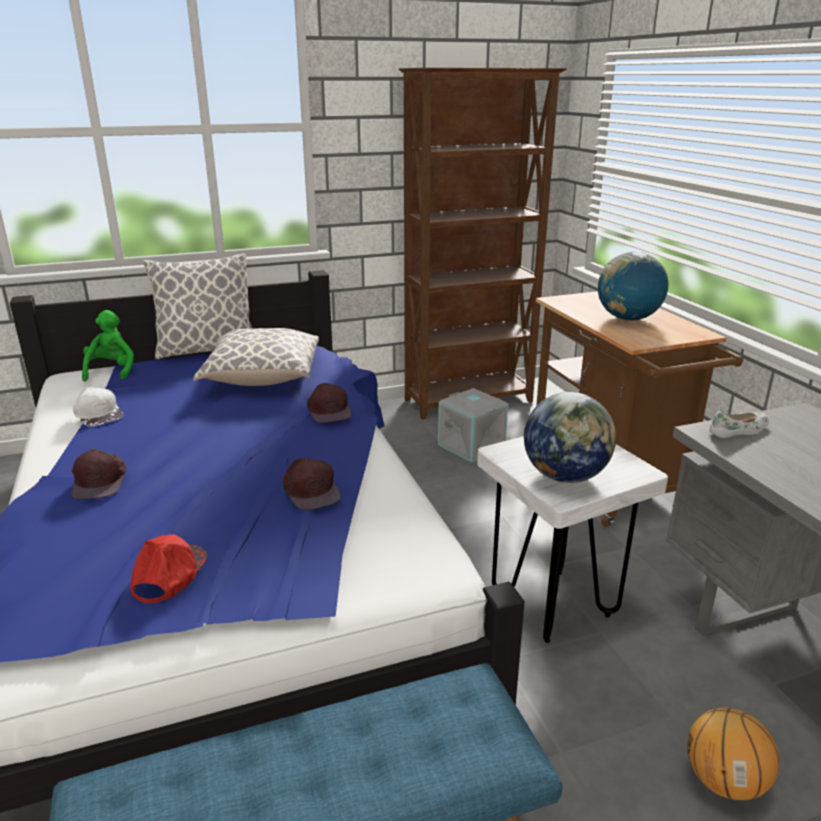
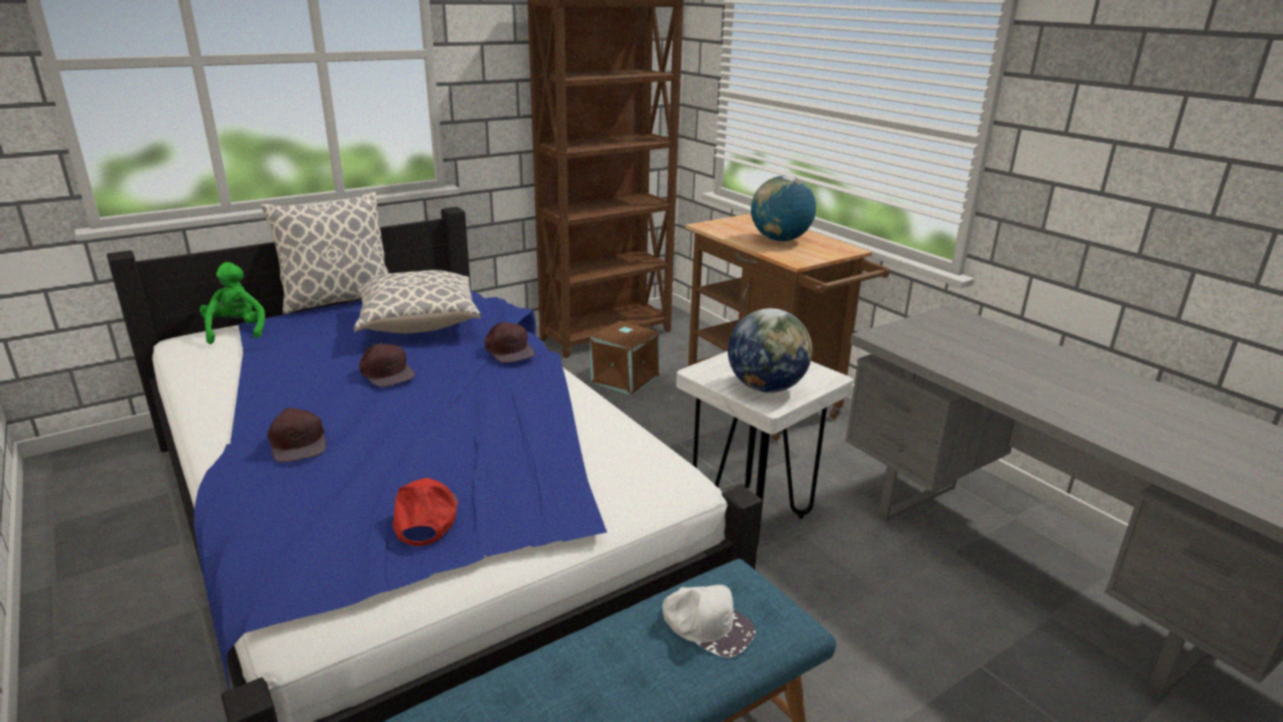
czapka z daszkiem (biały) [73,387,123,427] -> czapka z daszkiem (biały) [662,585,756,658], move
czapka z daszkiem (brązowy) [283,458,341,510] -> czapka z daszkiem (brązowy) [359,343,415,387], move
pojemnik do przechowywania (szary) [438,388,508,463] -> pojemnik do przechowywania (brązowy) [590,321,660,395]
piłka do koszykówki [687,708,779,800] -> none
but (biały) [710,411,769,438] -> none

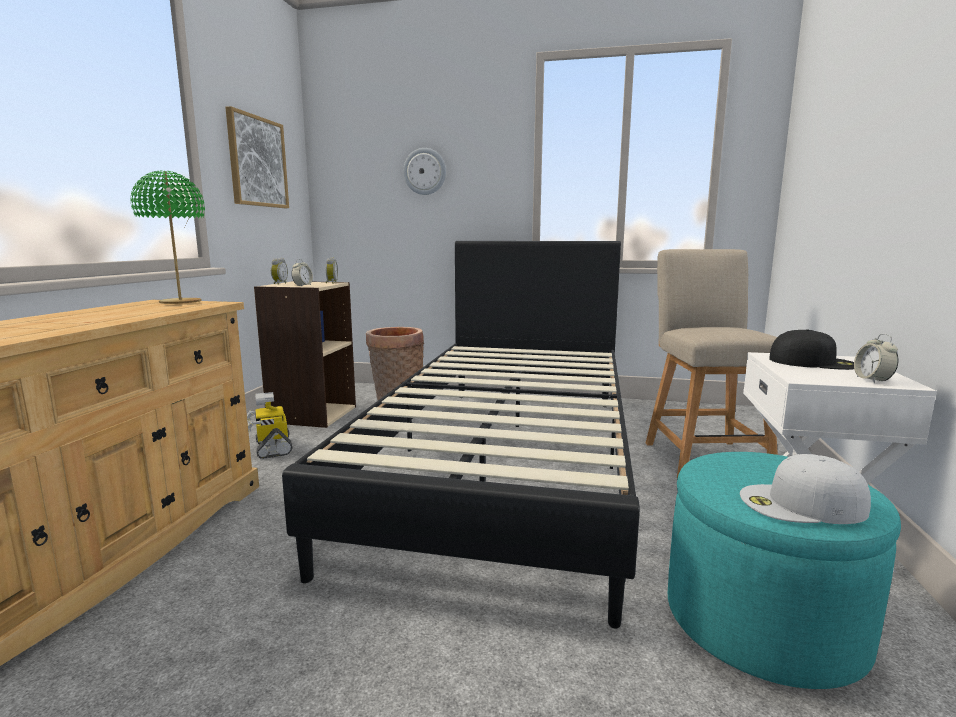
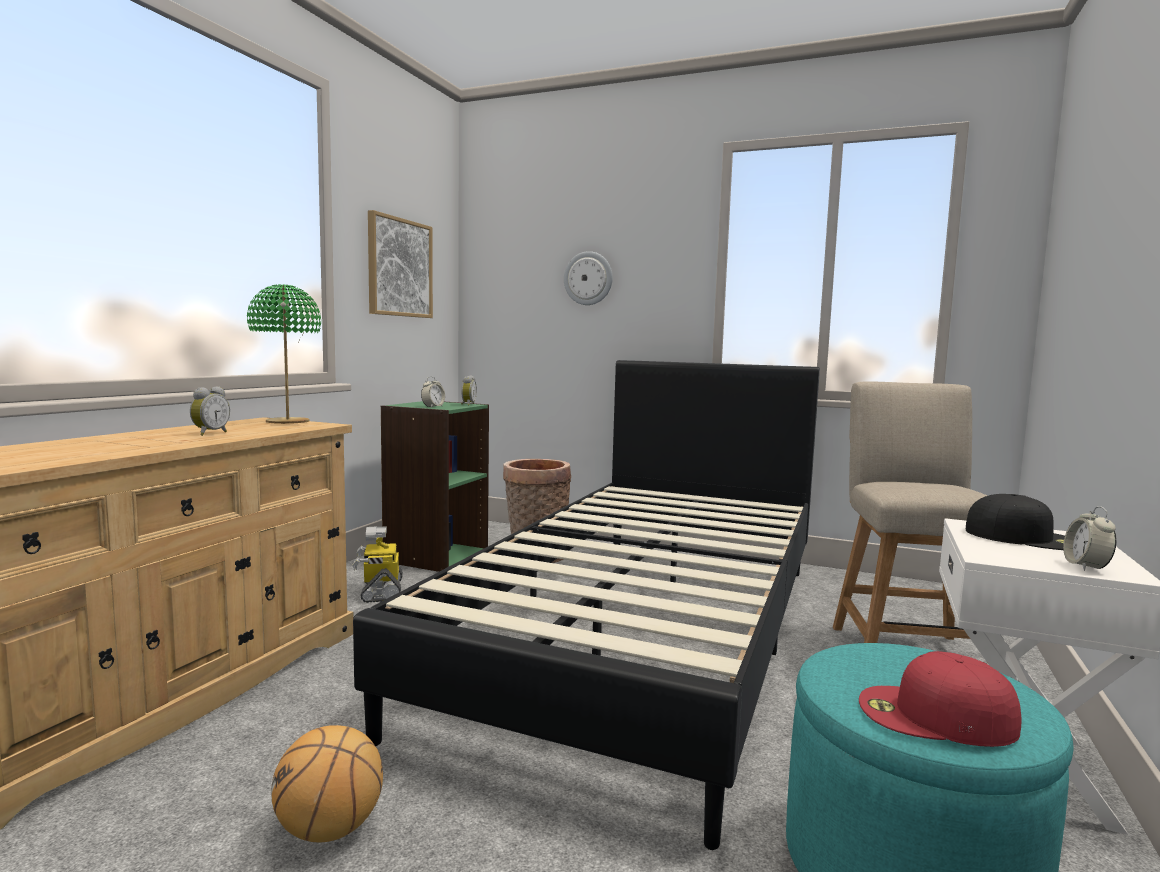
regał (beżowy) [254,281,356,428] -> regał (zielony) [381,401,489,572]
budzik [271,258,288,285] -> budzik [190,386,230,436], move
czapka z daszkiem (biały) [740,454,871,524] -> czapka z daszkiem (czerwony) [859,651,1022,747]
none -> piłka do koszykówki [271,725,383,843]

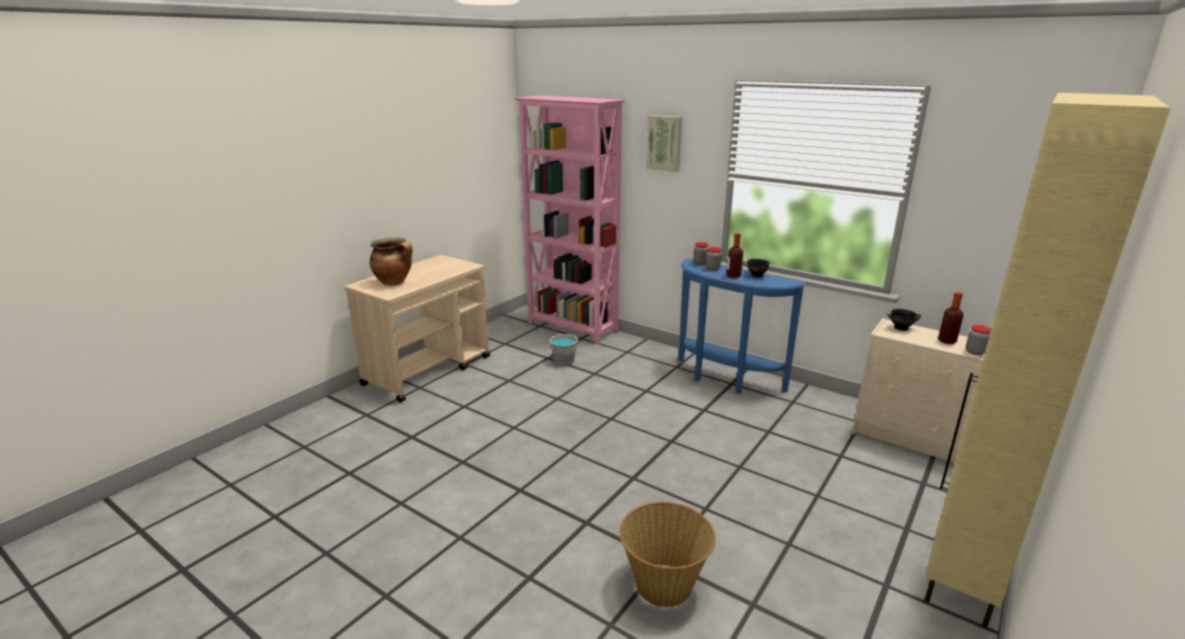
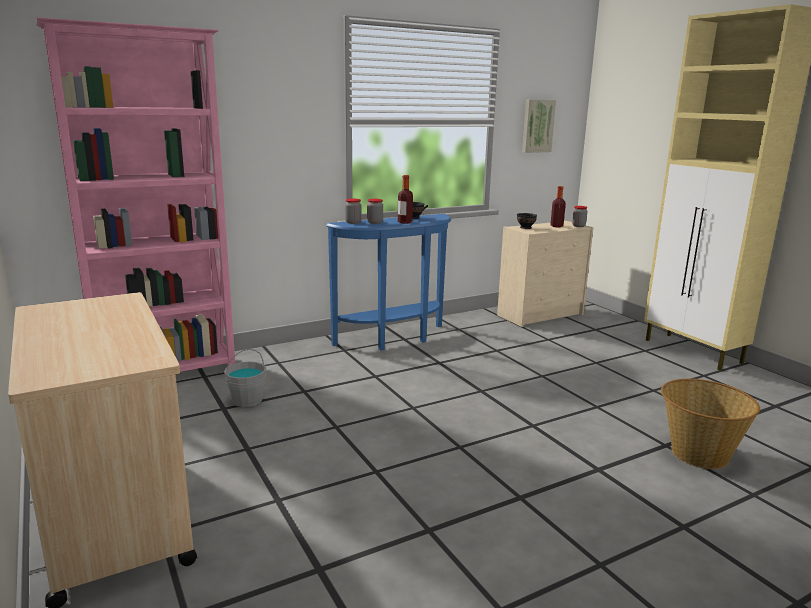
garnek [370,238,412,286] -> none
obraz [646,115,682,172] -> obraz [522,100,556,153], move

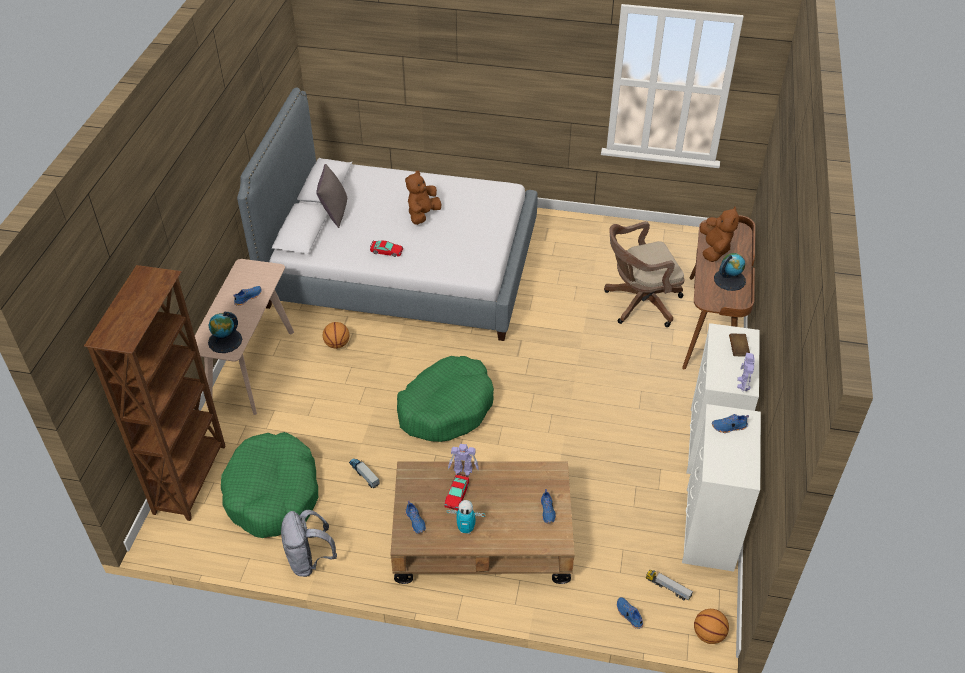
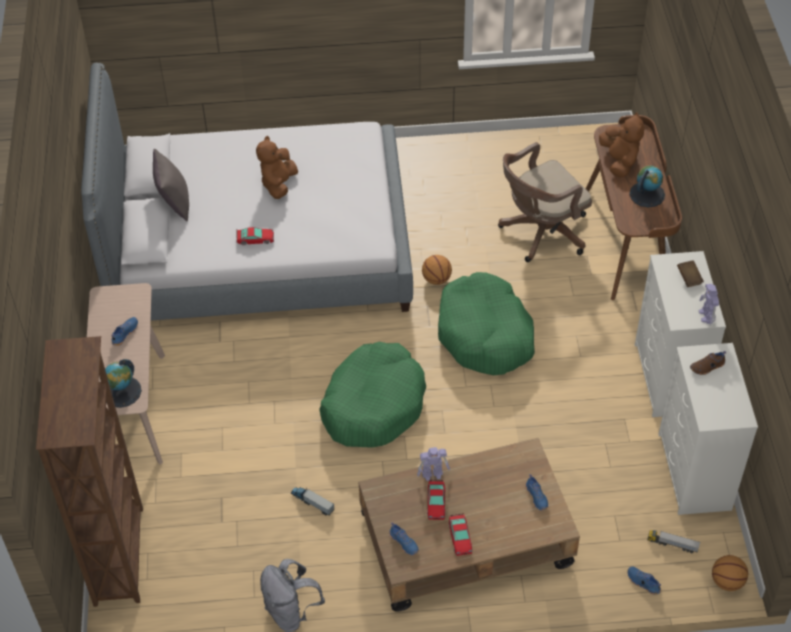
legowisko (zielony) [221,432,318,538] -> legowisko (zielony) [438,272,535,375], move
piłka do koszykówki [323,322,350,349] -> piłka do koszykówki [422,255,452,285], move
robot zabawkowy [447,500,485,534] -> samochodzik [449,513,472,556]
but (niebieski) [712,414,749,433] -> but (brązowy) [690,351,726,375]

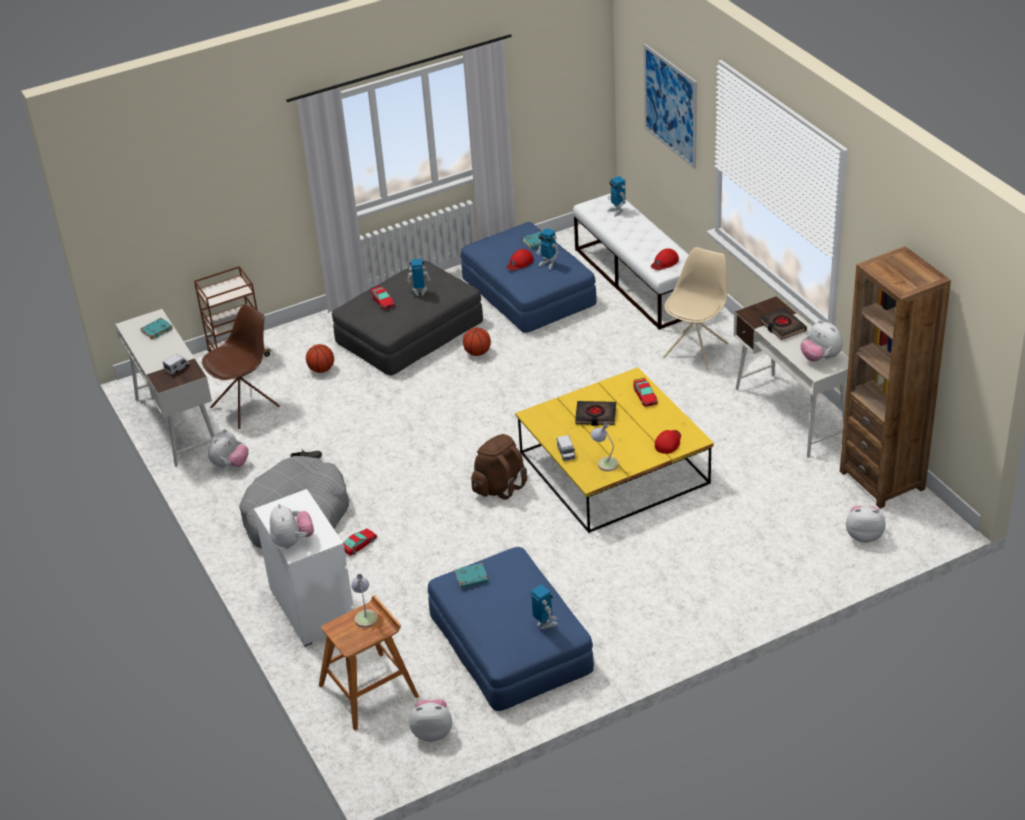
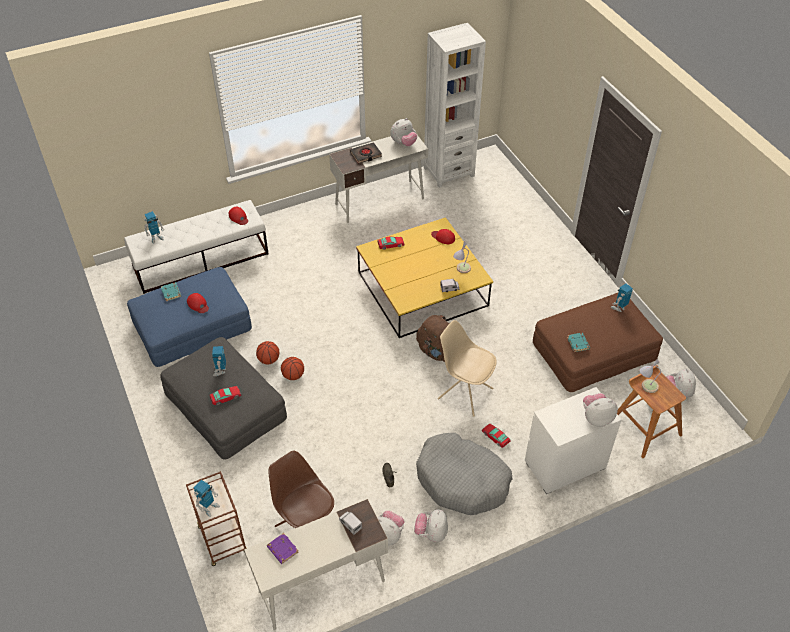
książka (turkusowy) [140,318,173,339] -> książka (fioletowy) [267,533,298,564]
piłka do koszykówki [306,344,334,373] -> piłka do koszykówki [281,357,304,380], move
pufa (niebieski) [428,547,594,711] -> pufa (brązowy) [533,292,663,392]
robot zabawkowy [536,228,559,270] -> robot zabawkowy [194,480,220,517], move
książka (czarny) [575,401,616,426] -> none
obraz [644,44,697,169] -> none
krzesło (beżowy) [663,247,728,370] -> krzesło (beżowy) [438,320,497,417], move
regał (brązowy) [840,246,951,509] -> regał (biały) [424,23,486,188]
pluszak [846,506,886,543] -> pluszak [414,509,448,542], move

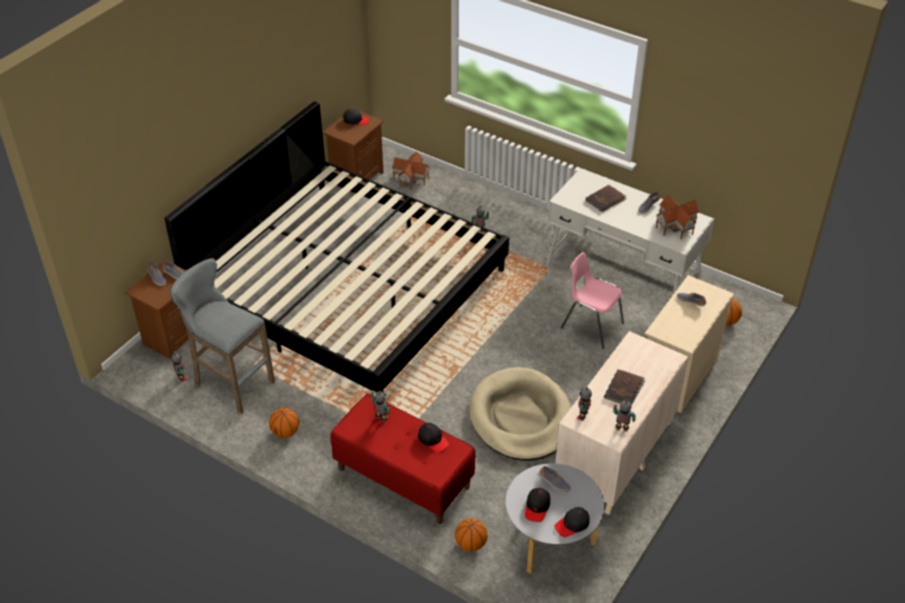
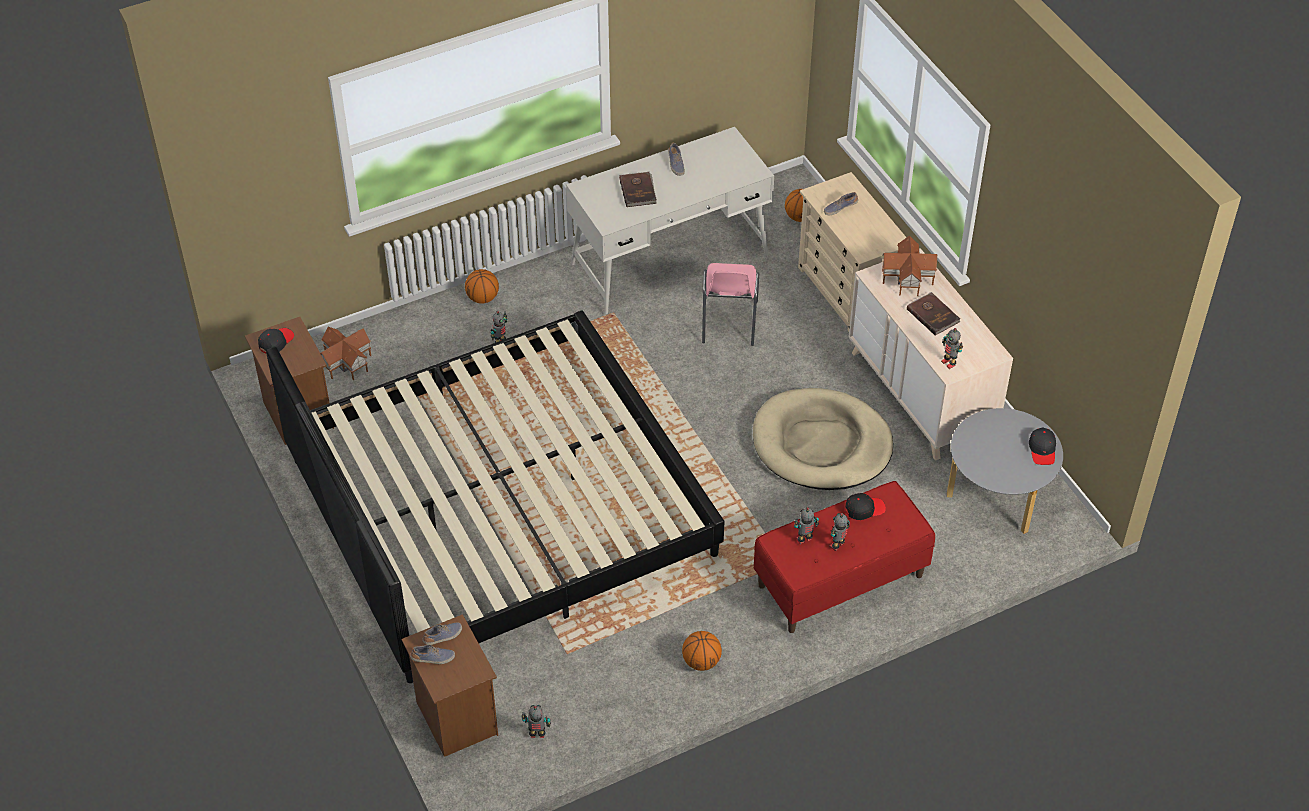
stołek (szary) [170,258,275,414] -> none
piłka do koszykówki [455,518,487,552] -> piłka do koszykówki [465,269,499,304], move
czapka z daszkiem (czarny) [525,488,550,522] -> none
but [539,466,571,492] -> none
krzesło (różowy) [561,252,624,349] -> krzesło (różowy) [702,263,759,346], 60 degrees counterclockwise
robot zabawkowy [613,399,636,432] -> robot zabawkowy [829,513,850,551], move
domek [656,195,699,239] -> domek [882,235,937,296], move

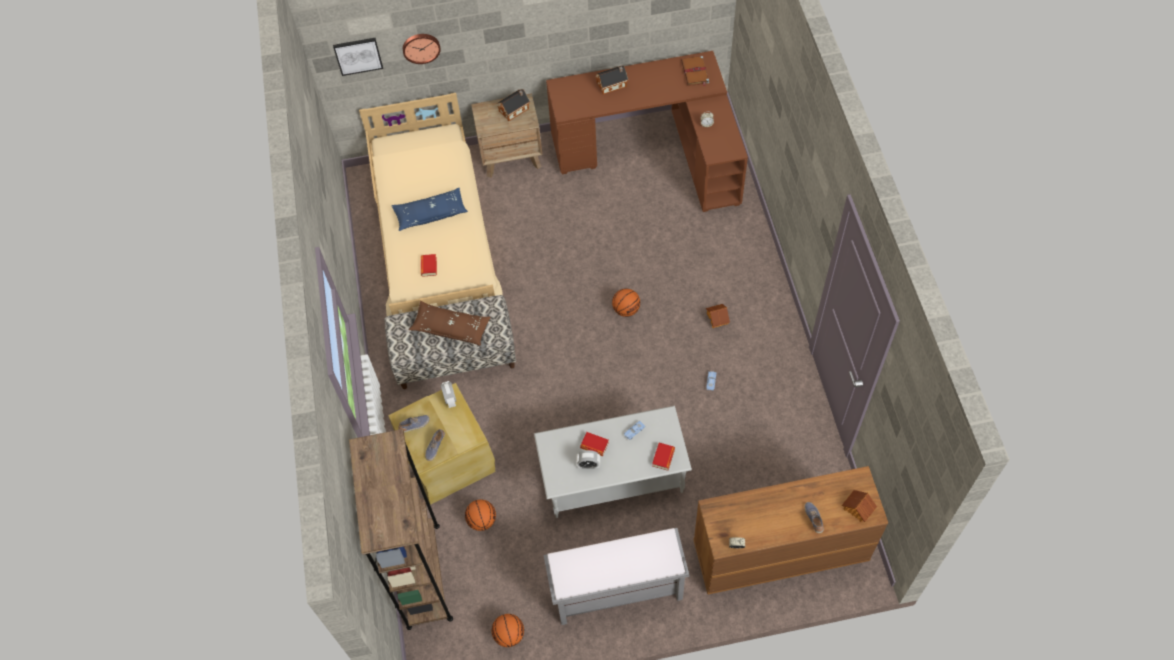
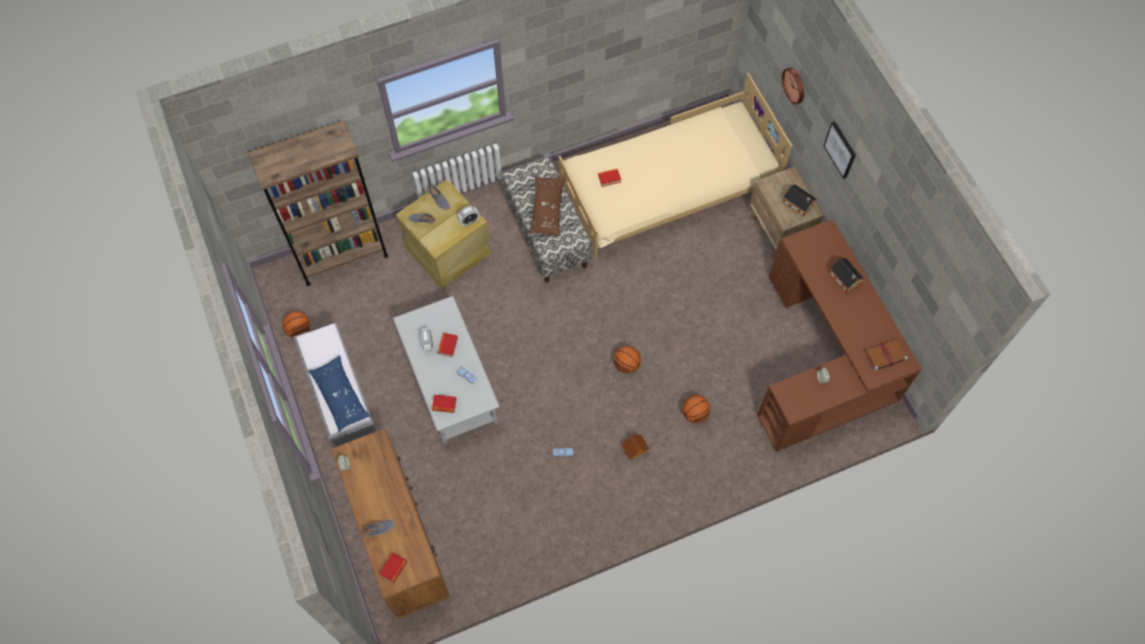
obraz [333,38,383,76] -> obraz [823,121,856,179], move
poduszka (niebieski) [391,188,468,231] -> poduszka (niebieski) [308,356,370,432], move
piłka do koszykówki [465,499,496,531] -> piłka do koszykówki [682,395,710,423], move
domek [842,490,877,522] -> książka [379,552,407,583]

